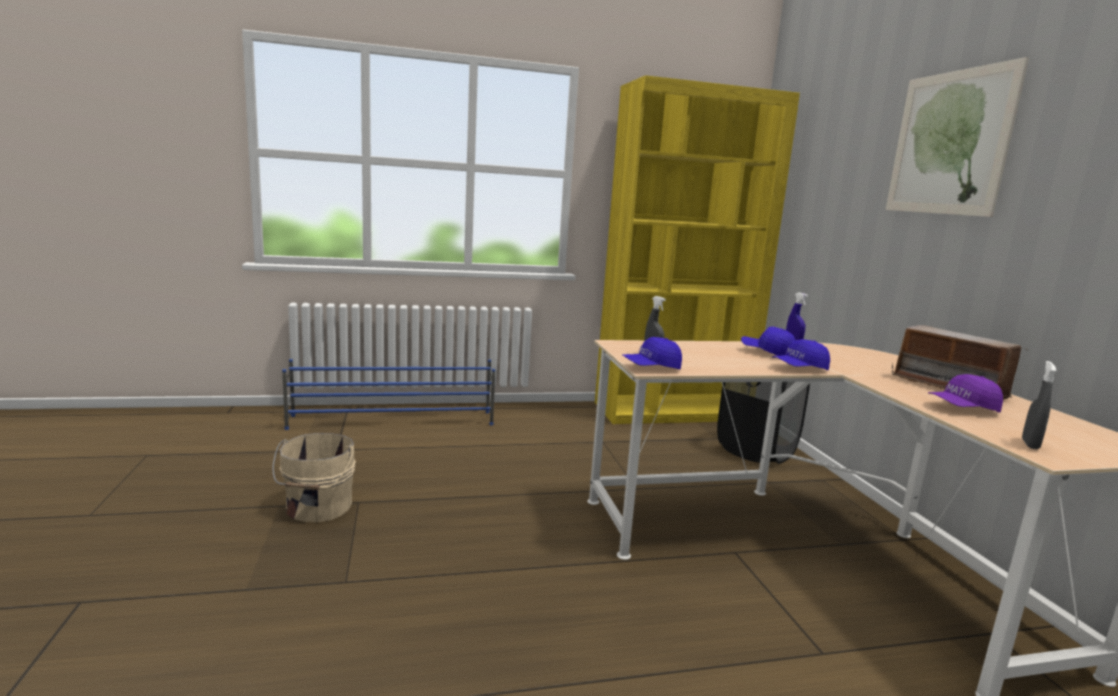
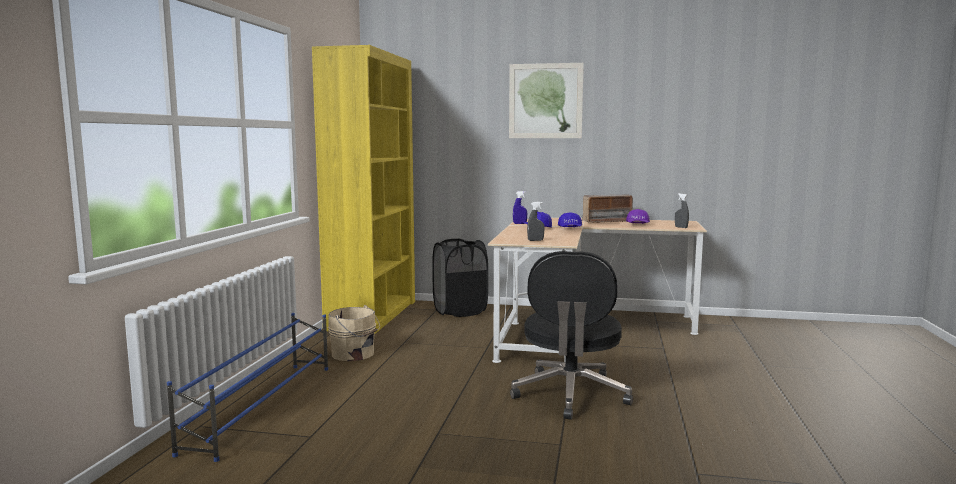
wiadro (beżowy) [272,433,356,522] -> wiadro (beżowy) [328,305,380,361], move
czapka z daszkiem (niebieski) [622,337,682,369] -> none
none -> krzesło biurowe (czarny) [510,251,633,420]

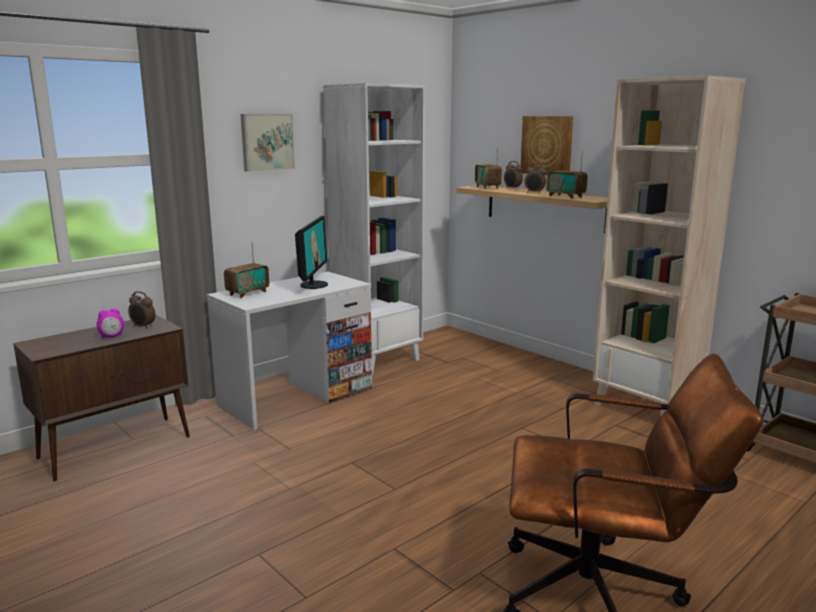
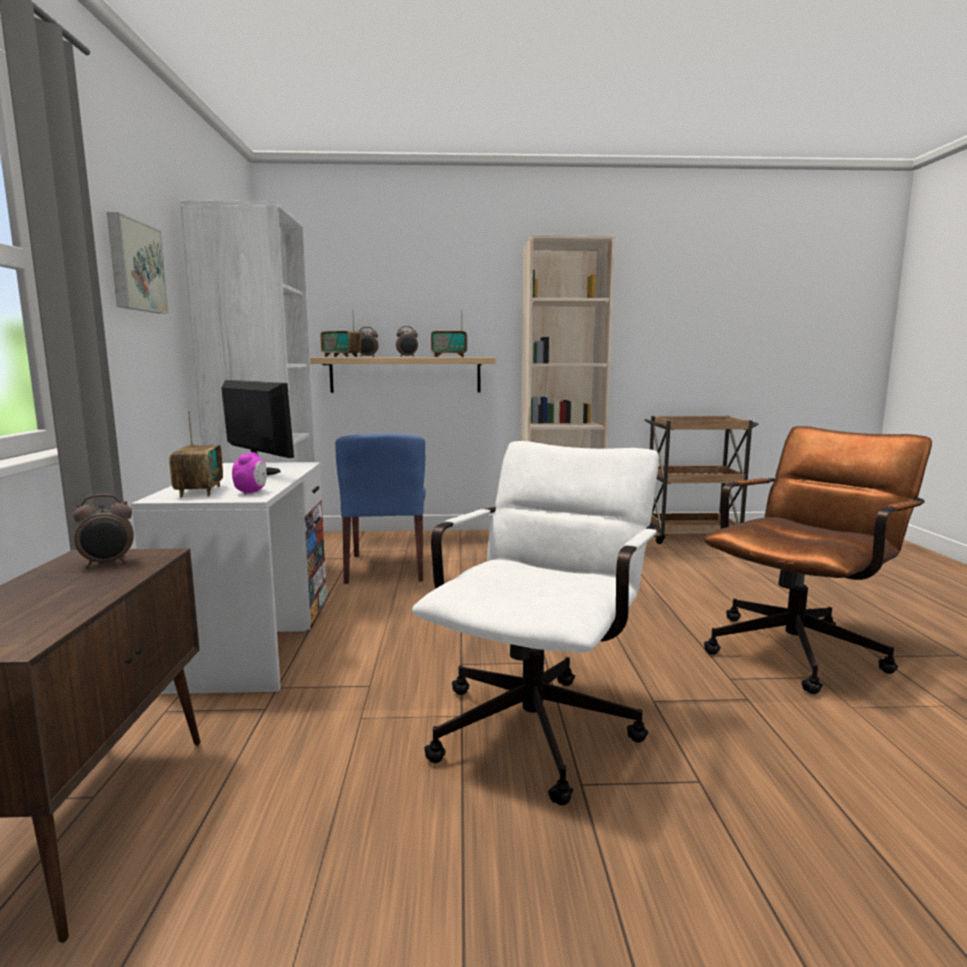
budzik [97,309,124,338] -> budzik [232,452,267,495], move
obraz [521,116,573,175] -> none
none -> krzesło (niebieski) [335,434,426,584]
none -> krzesło biurowe (biały) [412,441,659,806]

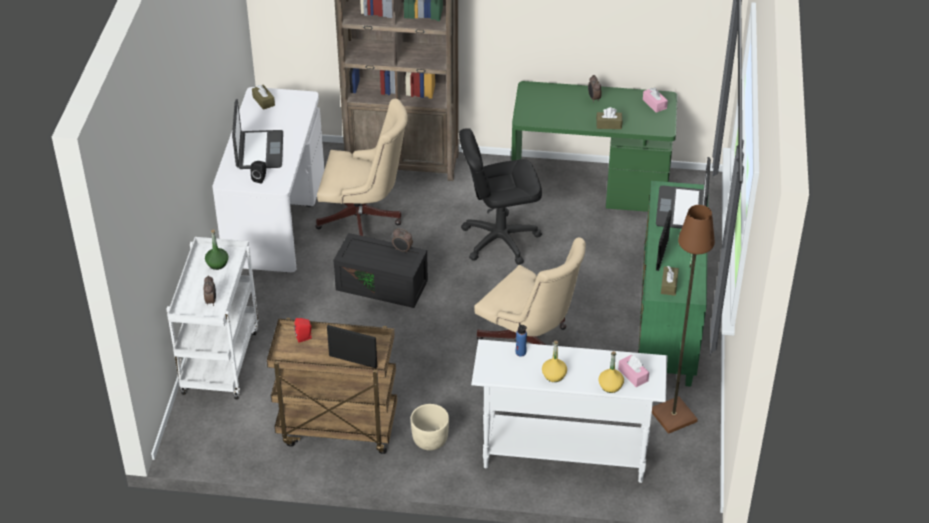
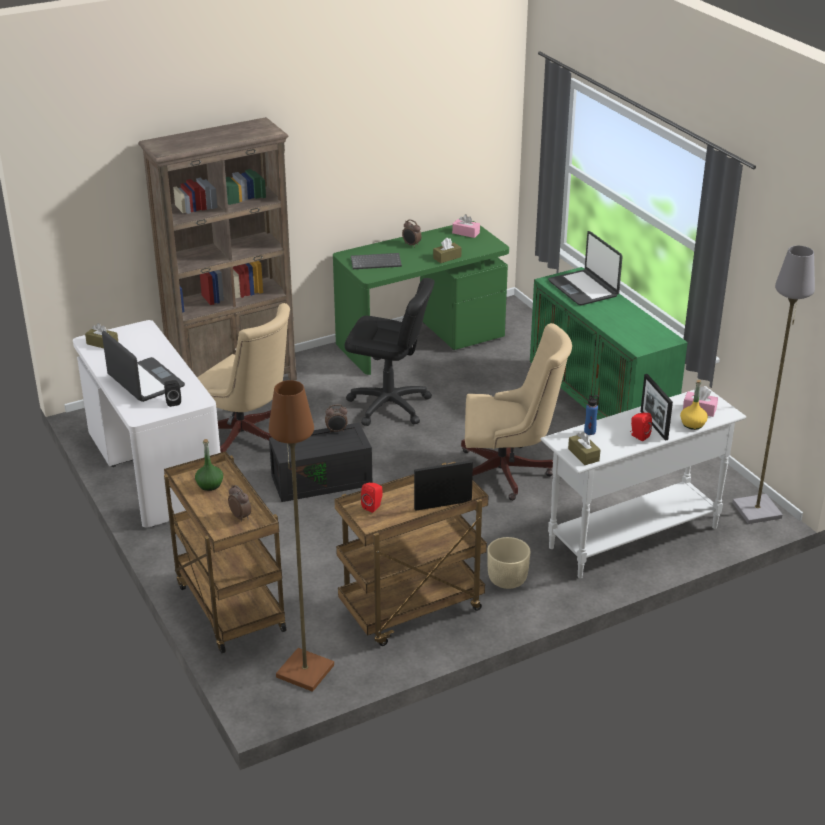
wózek (biały) [166,237,258,399] -> wózek (brązowy) [164,451,286,653]
krzesło biurowe (beżowy) [316,99,408,236] -> krzesło biurowe (beżowy) [197,303,290,452], 60 degrees clockwise
krzesło biurowe (czarny) [459,128,542,265] -> krzesło biurowe (czarny) [345,278,435,426], 120 degrees counterclockwise
butelka (żółty) [542,341,567,382] -> głośnik (czerwony) [630,413,652,441]
lampa stojąca (brązowy) [652,205,715,434] -> lampa stojąca (brązowy) [269,380,334,692], move
ramka na zdjęcie [656,210,672,271] -> ramka na zdjęcie [640,374,673,441], move
pudełko chusteczek (brązowy) [661,266,679,296] -> pudełko chusteczek (brązowy) [568,432,600,465], move
none -> klawiatura [351,253,402,269]
none -> lampa stojąca (szary) [732,246,815,524]

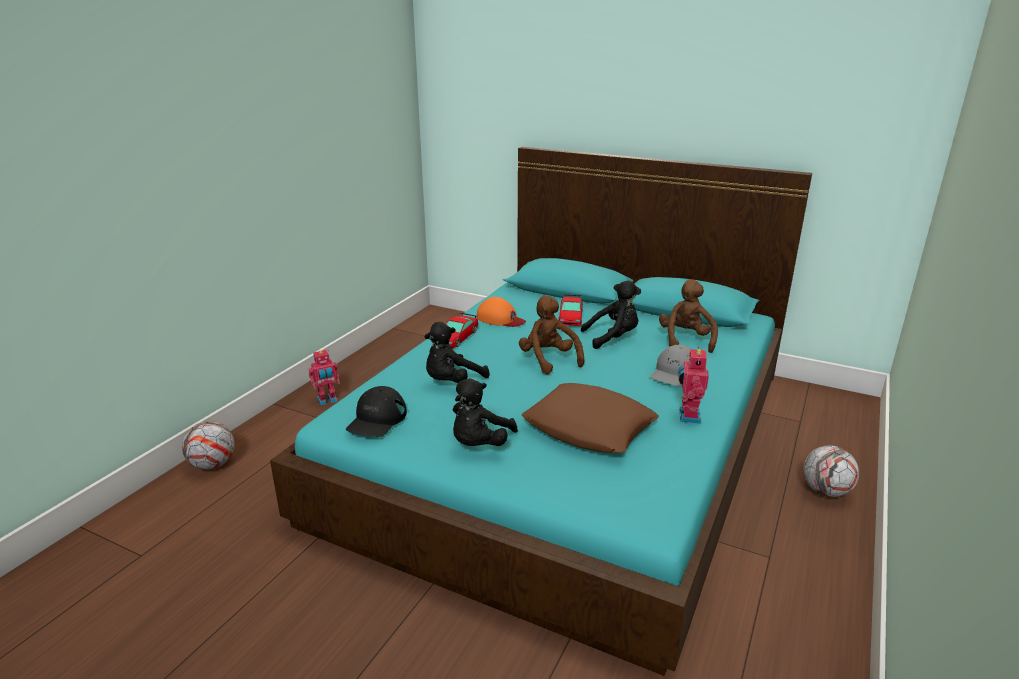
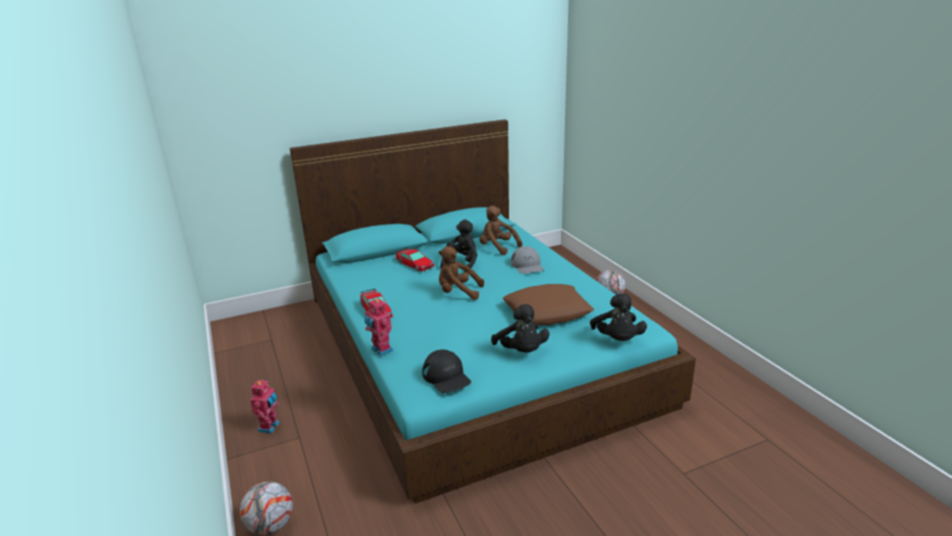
pluszak (czarny) [425,322,490,383] -> pluszak (czarny) [590,293,647,341], move
czapka z daszkiem (pomarańczowy) [477,297,526,327] -> none
robot zabawkowy [678,346,709,424] -> robot zabawkowy [364,298,394,356], move

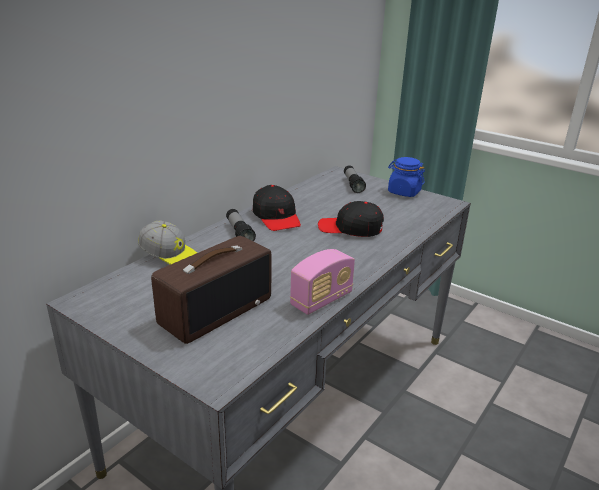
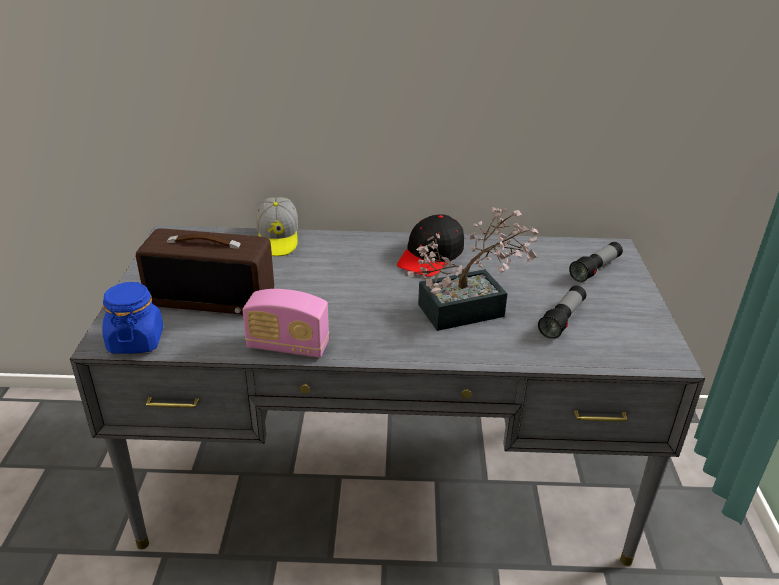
latarka [226,209,256,241] -> latarka [538,285,586,339], move
czapka z daszkiem (czarny) [318,201,384,237] -> roślina doniczkowa [407,207,539,331]
słoik (niebieski) [388,157,425,197] -> słoik (niebieski) [102,282,163,354], move

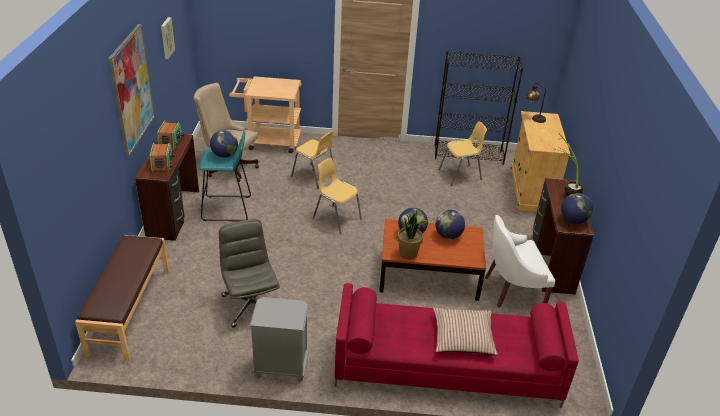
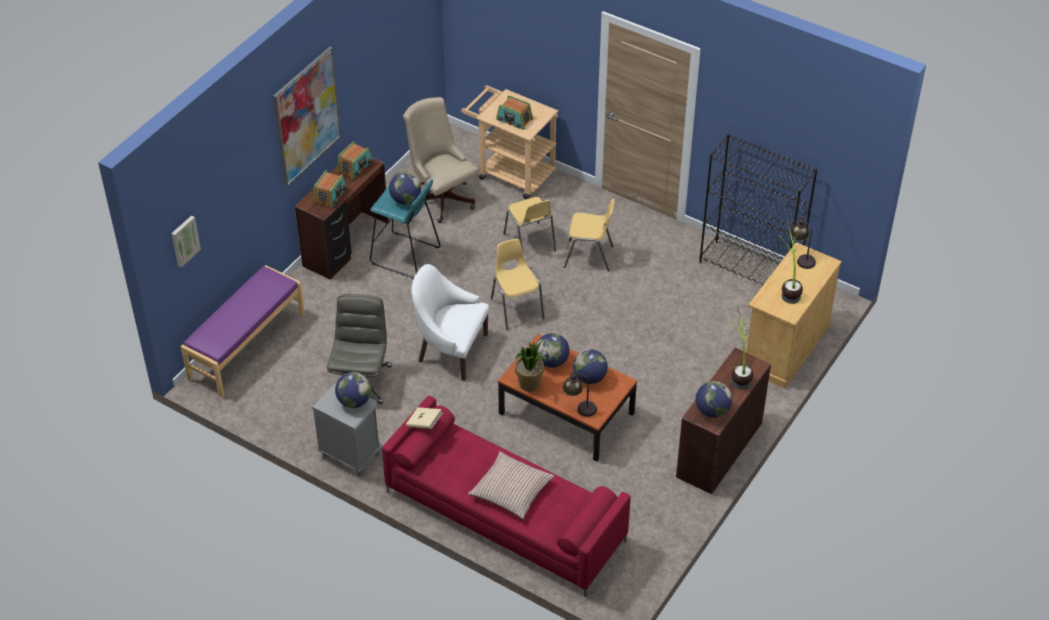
ławka (brązowy) [75,235,169,361] -> ławka (fioletowy) [180,265,305,398]
obraz [161,17,175,59] -> obraz [171,215,201,267], move
krzesło (żółty) [439,121,487,185] -> krzesło (żółty) [564,199,615,272], move
fotel (biały) [485,215,555,308] -> fotel (biały) [411,264,489,381], move
none -> globus [335,372,371,408]
none -> książka (beżowy) [406,407,443,429]
none -> radio [496,95,533,130]
none -> lampa stołowa [562,371,597,417]
none -> roślina doniczkowa [781,222,803,304]

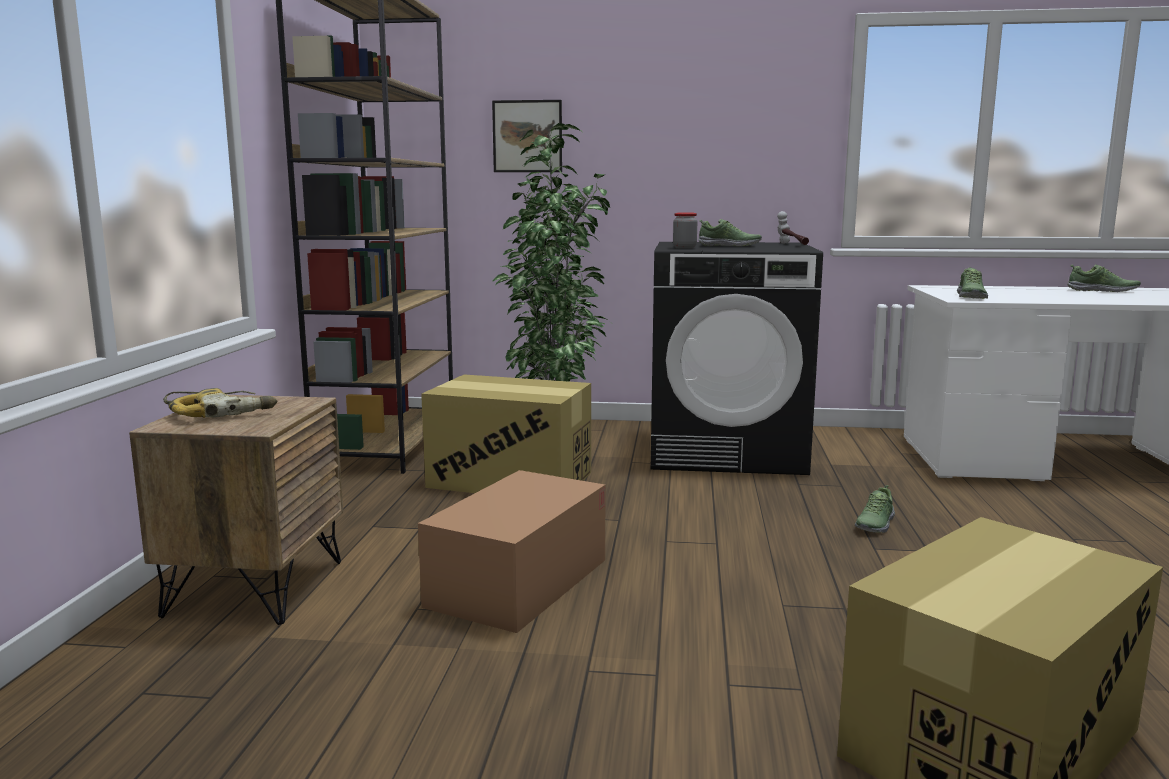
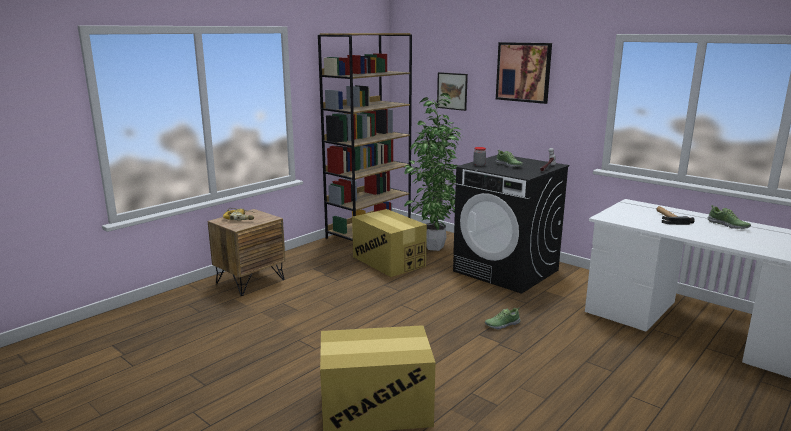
karton [418,470,606,633] -> none
but [957,267,988,299] -> none
none -> obraz [496,42,552,104]
none -> młotek [656,206,694,225]

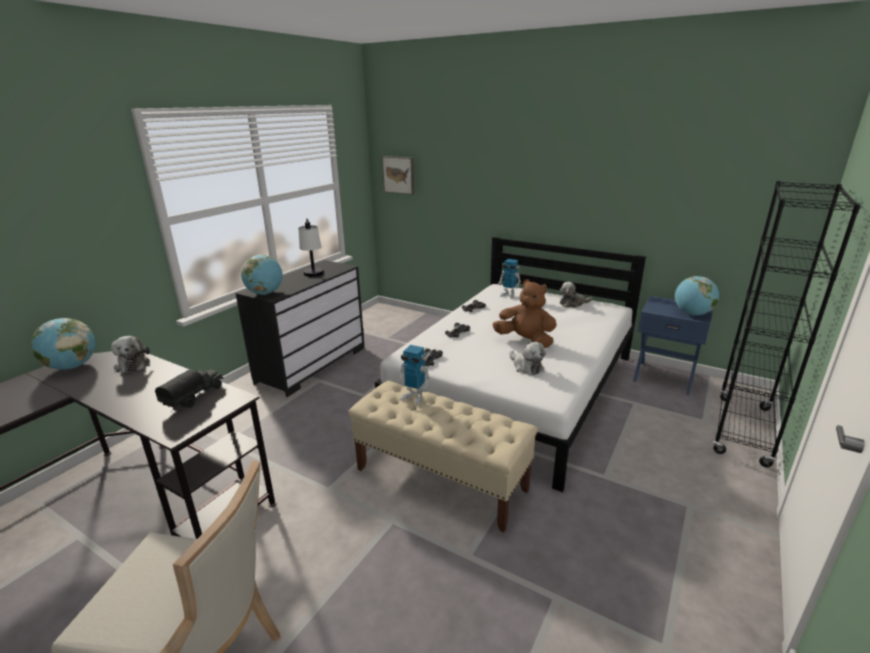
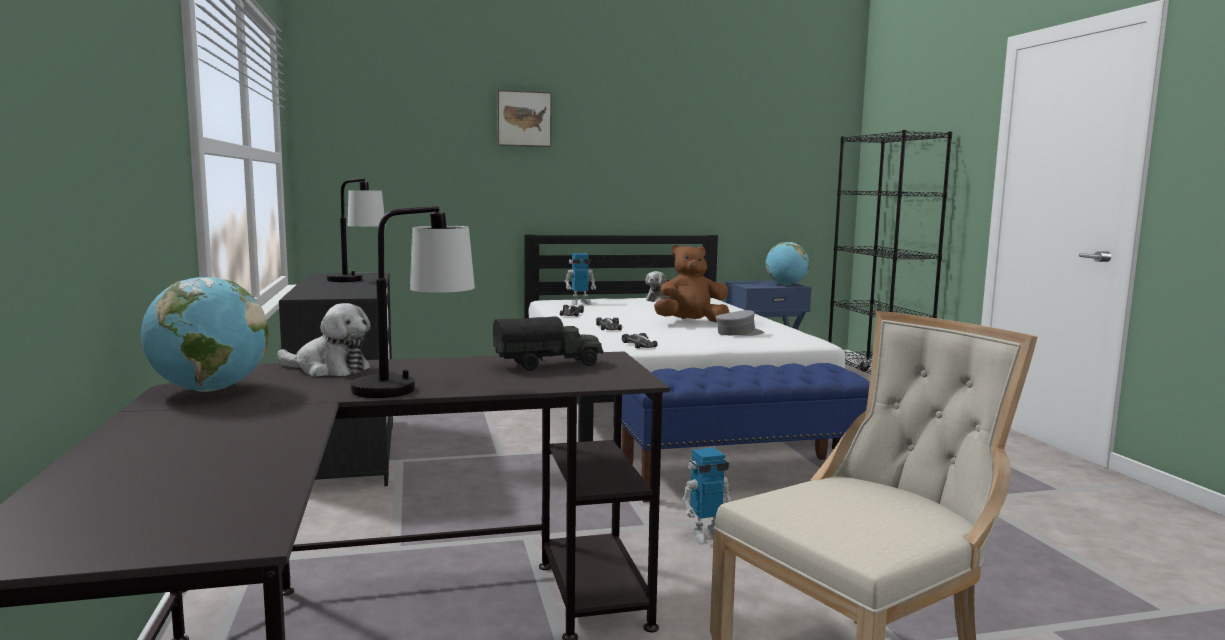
ciężarówka zabawkowa [155,370,224,408] -> ciężarówka zabawkowa [493,317,603,371], 90 degrees clockwise
globus [241,255,283,295] -> none
ławka (beżowy) [348,381,538,532] -> ławka (niebieski) [621,363,870,502]
obraz [382,156,414,195] -> obraz [497,90,551,147], move
robot zabawkowy [397,345,430,405] -> robot zabawkowy [682,447,731,545], move
pluszak [509,342,546,375] -> czapka z daszkiem (szary) [715,310,765,336]
none -> lampa stołowa [351,206,475,398]

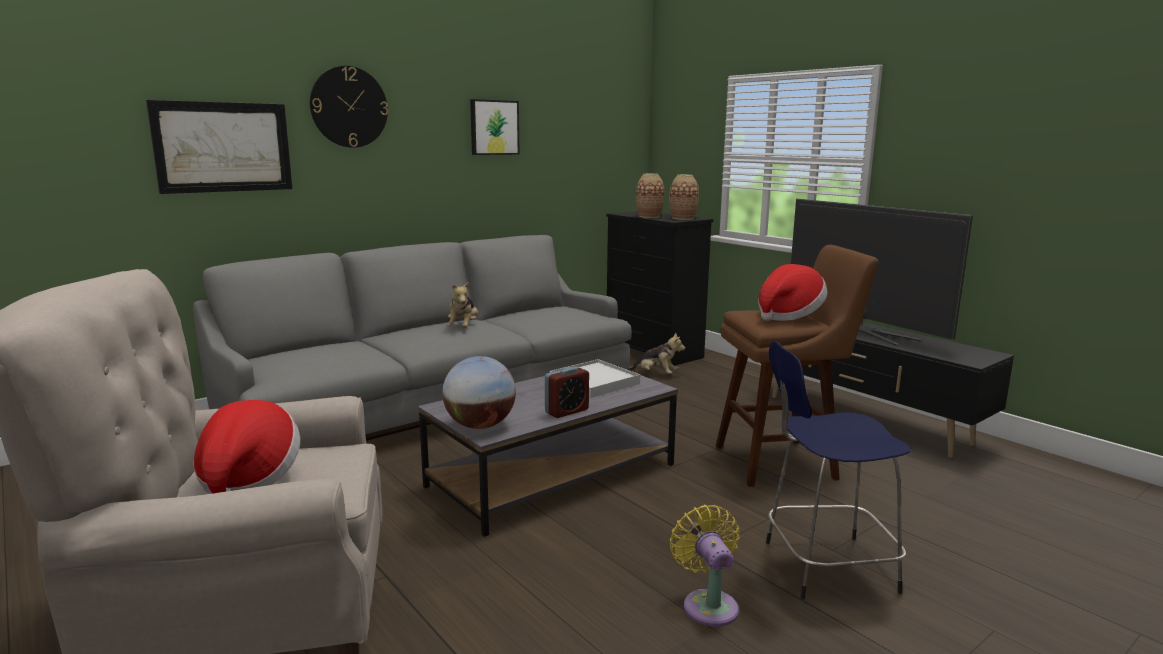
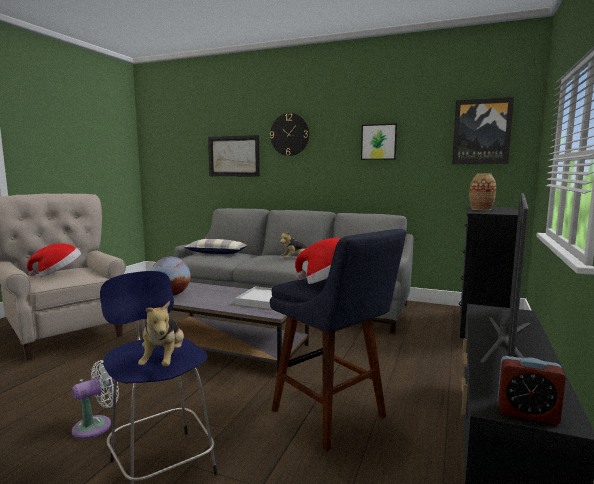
budzik [545,367,589,418] -> budzik [498,356,566,425], move
pluszak [628,332,685,374] -> pluszak [138,301,184,366], move
wazon [670,175,699,220] -> none
wentylator (żółty) [670,505,740,627] -> wentylator (biały) [72,360,119,439]
stołek (brązowy) [715,245,878,487] -> stołek (niebieski) [270,229,406,451]
none -> poduszka [184,239,248,254]
none -> obraz [452,97,514,164]

